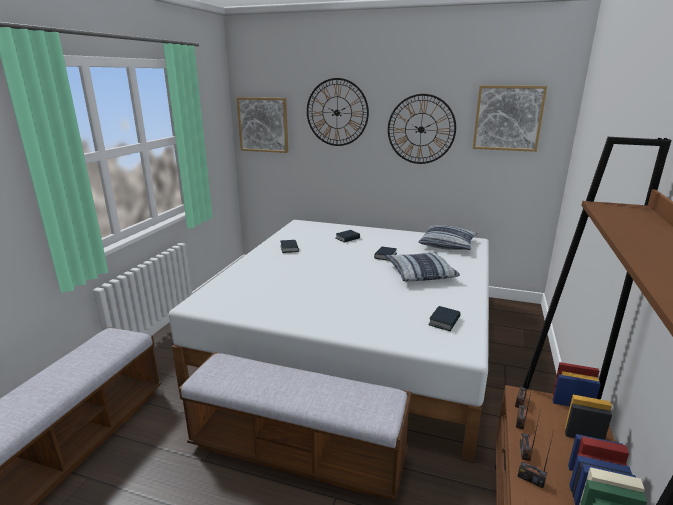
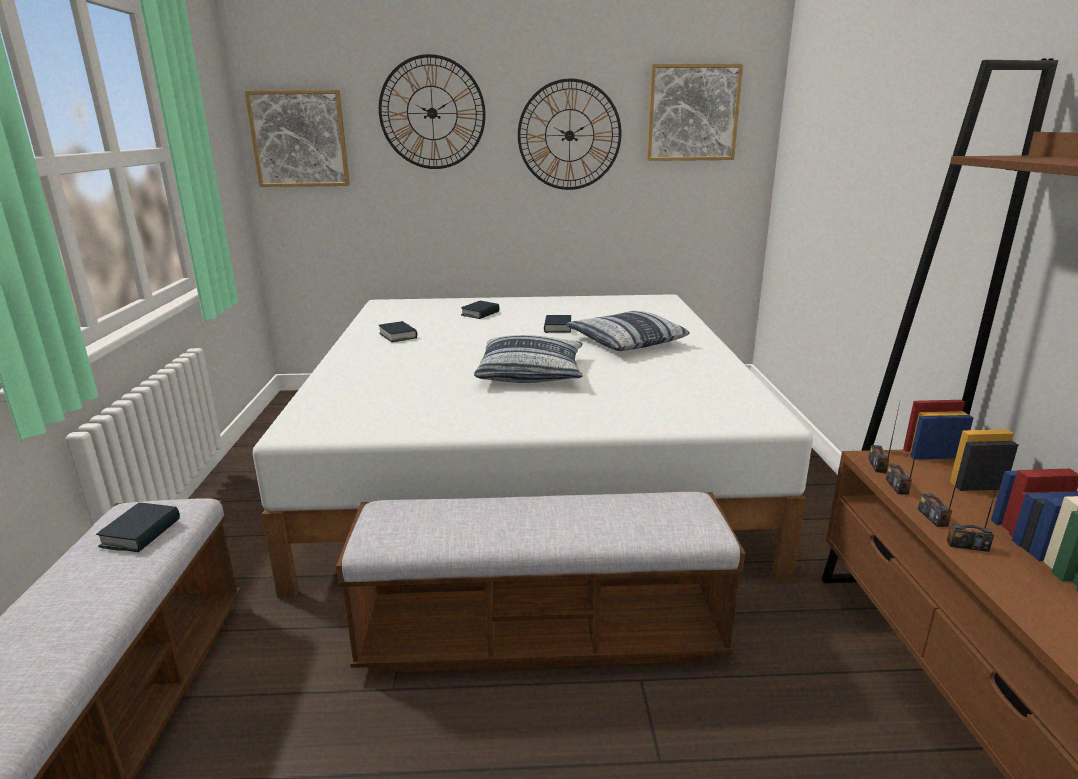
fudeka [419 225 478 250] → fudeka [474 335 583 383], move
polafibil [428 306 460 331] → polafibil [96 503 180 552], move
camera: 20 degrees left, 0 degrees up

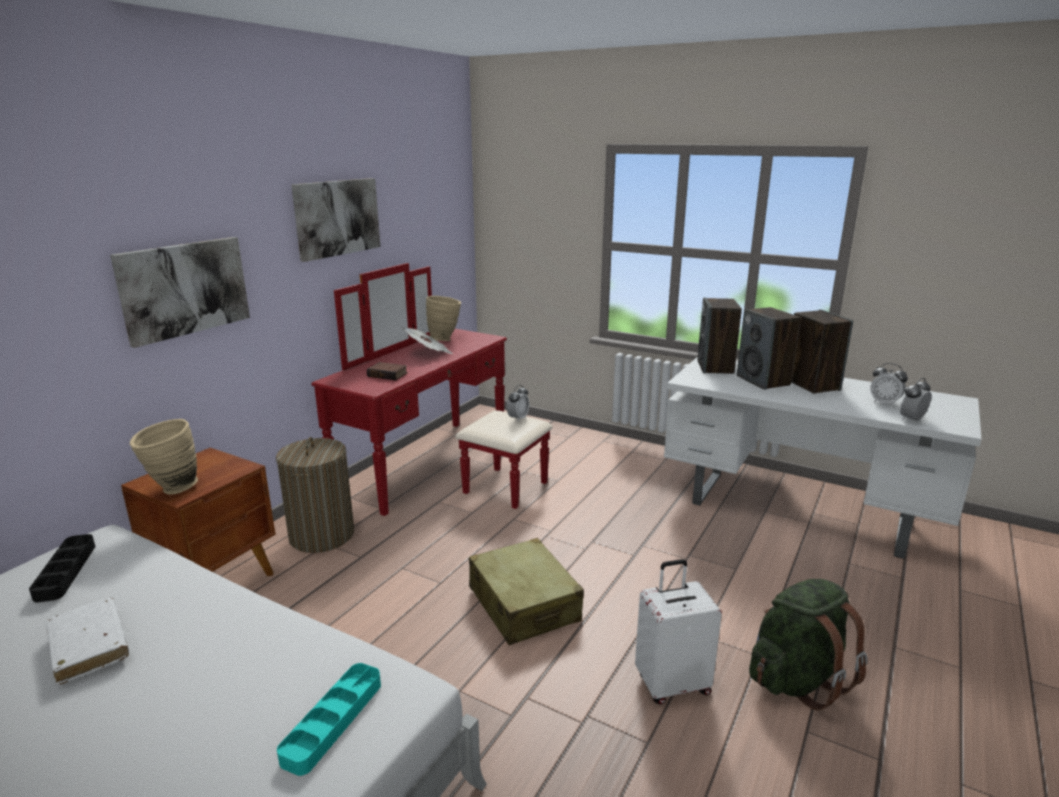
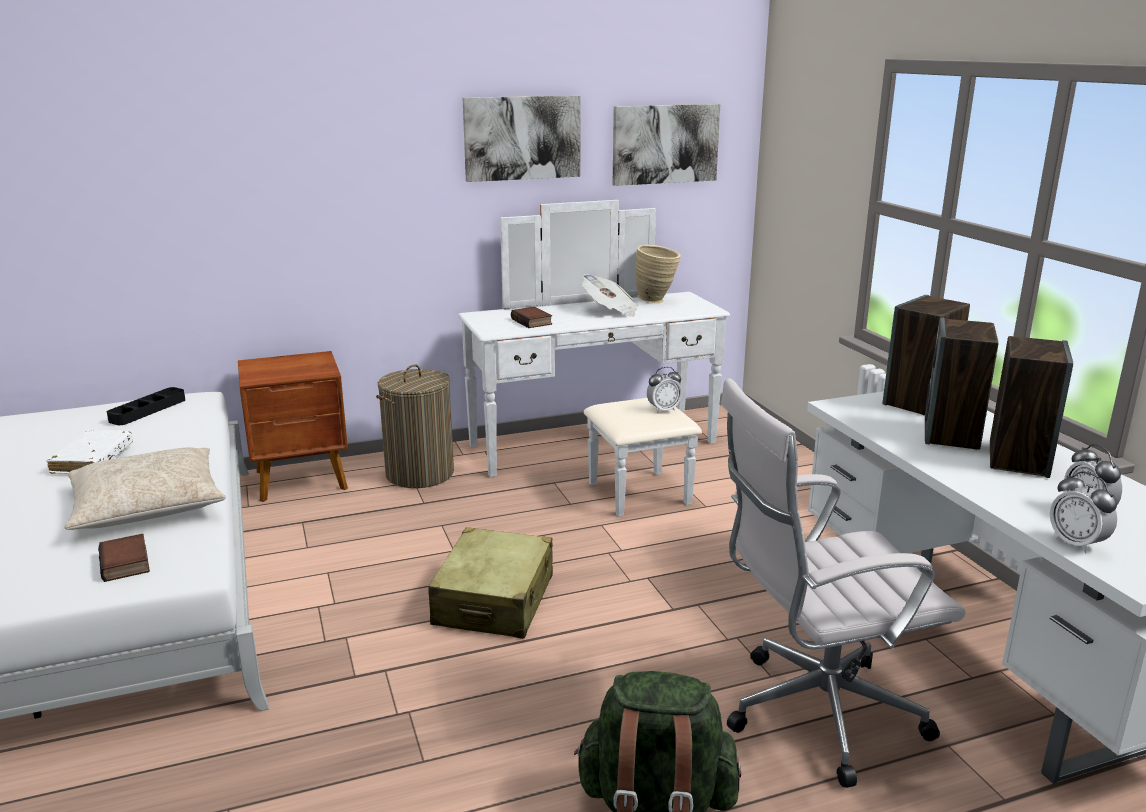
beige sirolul [130 419 198 495] → -
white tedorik [635 559 722 705] → -
- → beige fudeka [64 447 226 530]
- → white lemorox [720 378 965 788]
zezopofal [110 237 250 348] → zezopofal [613 104 721 186], move
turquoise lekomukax [277 663 381 776] → polafibil [98 534 150 582]
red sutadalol [311 263 553 516] → white sutadalol [458 200 730 517]
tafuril [900 378 932 421] → tafuril [1050 471 1117 553], 120 degrees counterclockwise
camera: 40 degrees right, 0 degrees up

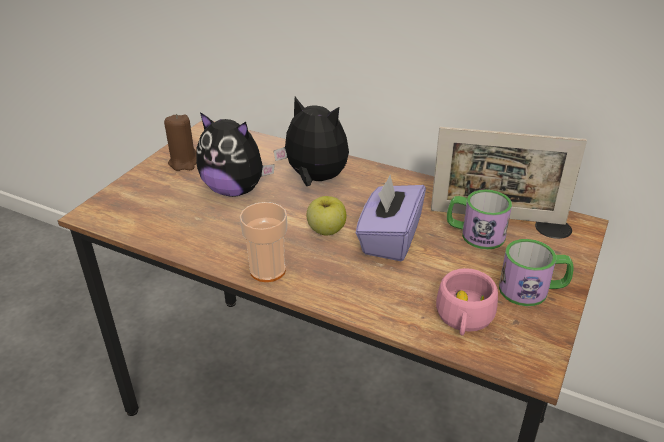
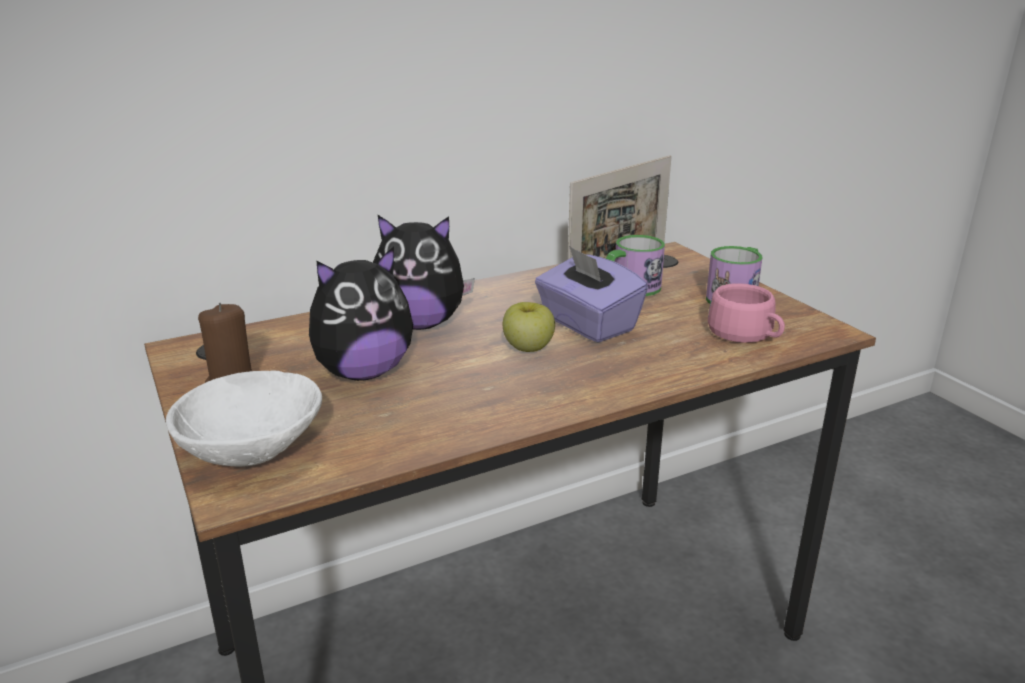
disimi [240 202 287 282] → -
- → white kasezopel [166 371 322 467]
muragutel [274 97 349 186] → muragutel [373 215 475 330], 150 degrees counterclockwise
camera: 55 degrees left, 10 degrees down

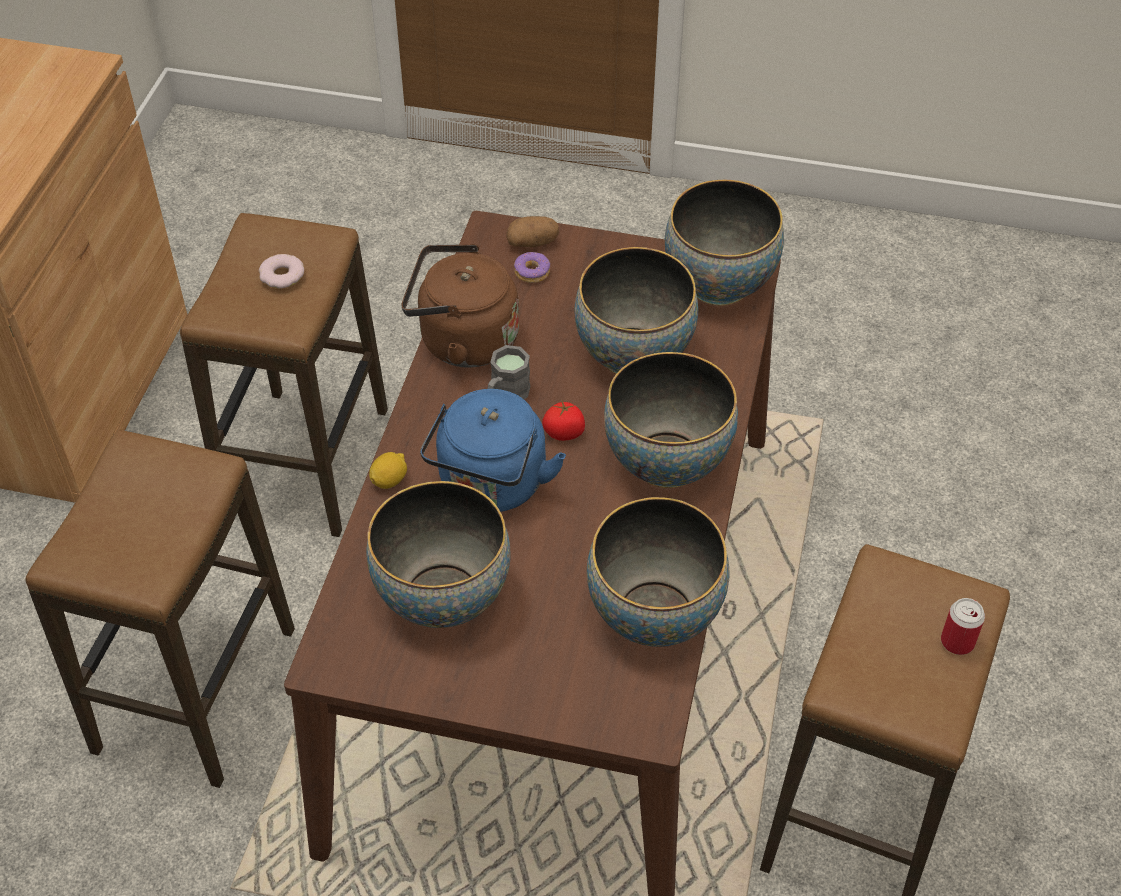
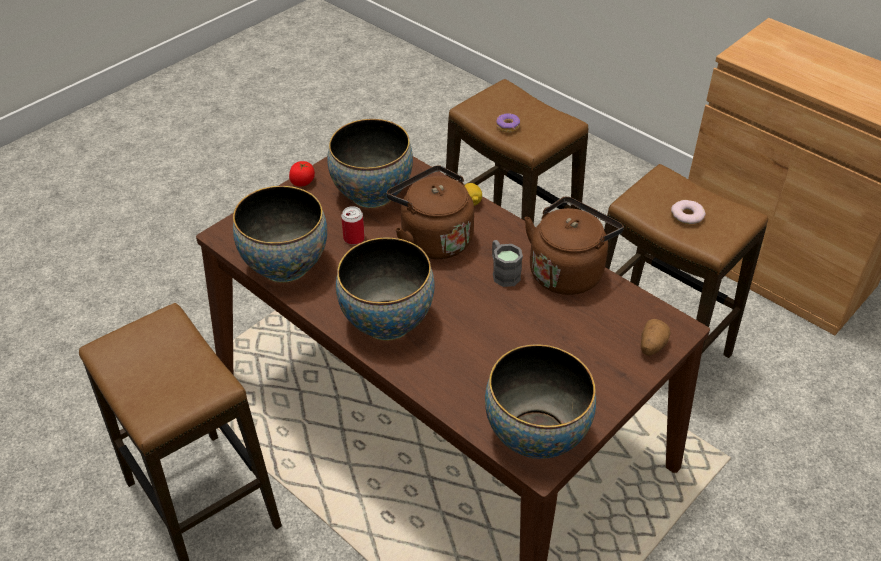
kasezopel [575 247 698 374] → -
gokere [514 252 550 283] → gokere [496 113 520 132], move
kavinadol [542 400 585 441] → kavinadol [289 161 315 186], move
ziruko [941 598 985 655] → ziruko [341 206 365 245], move
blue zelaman [420 389 566 512] → brown zelaman [387 165 474 259]
camera: 120 degrees right, 5 degrees down

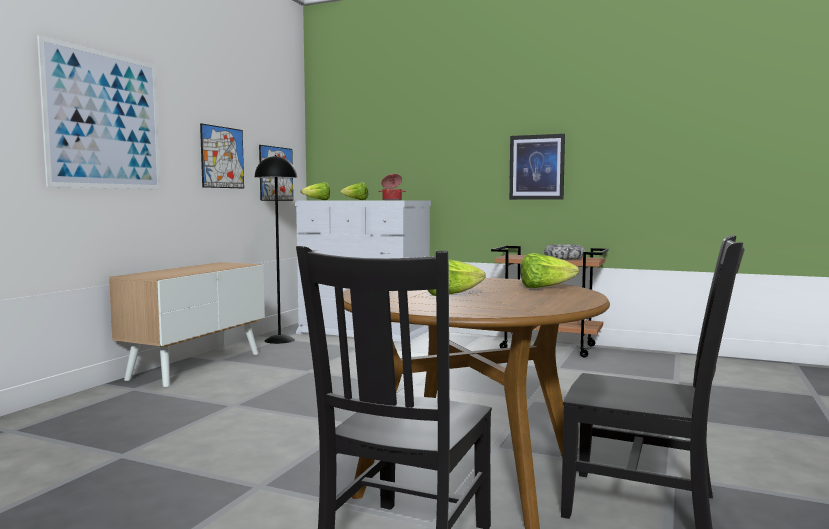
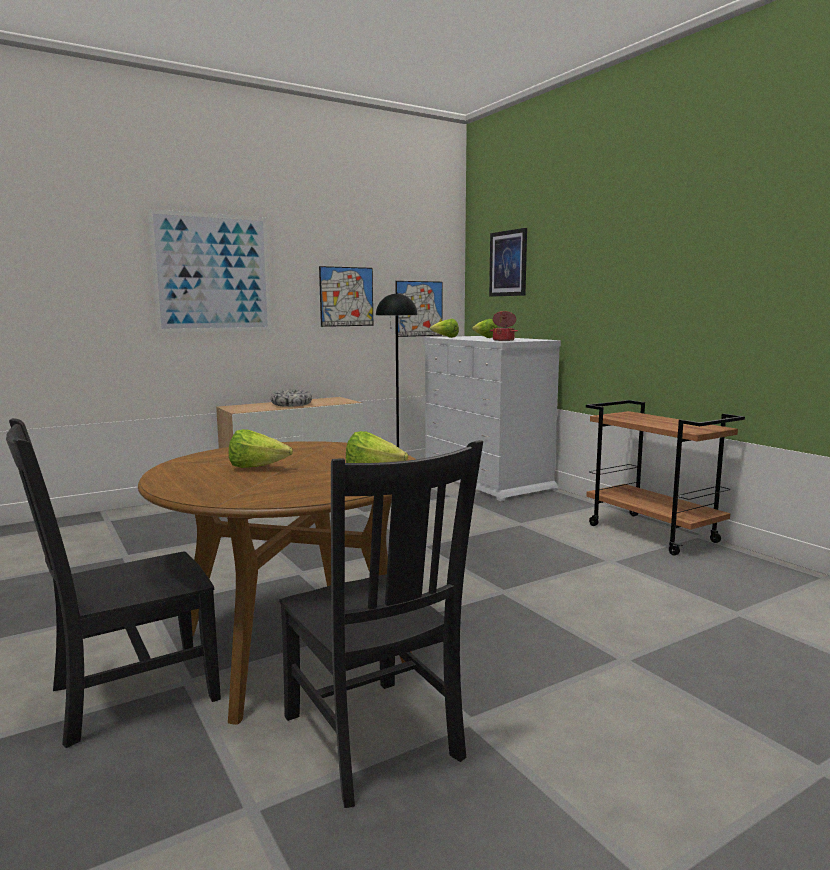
zezopofal [509 134 565 200] → zezopofal [489 228 527 297], move
kasezopel [544 244 585 259] → kasezopel [271 390 312 407], move
camera: 35 degrees right, 5 degrees up

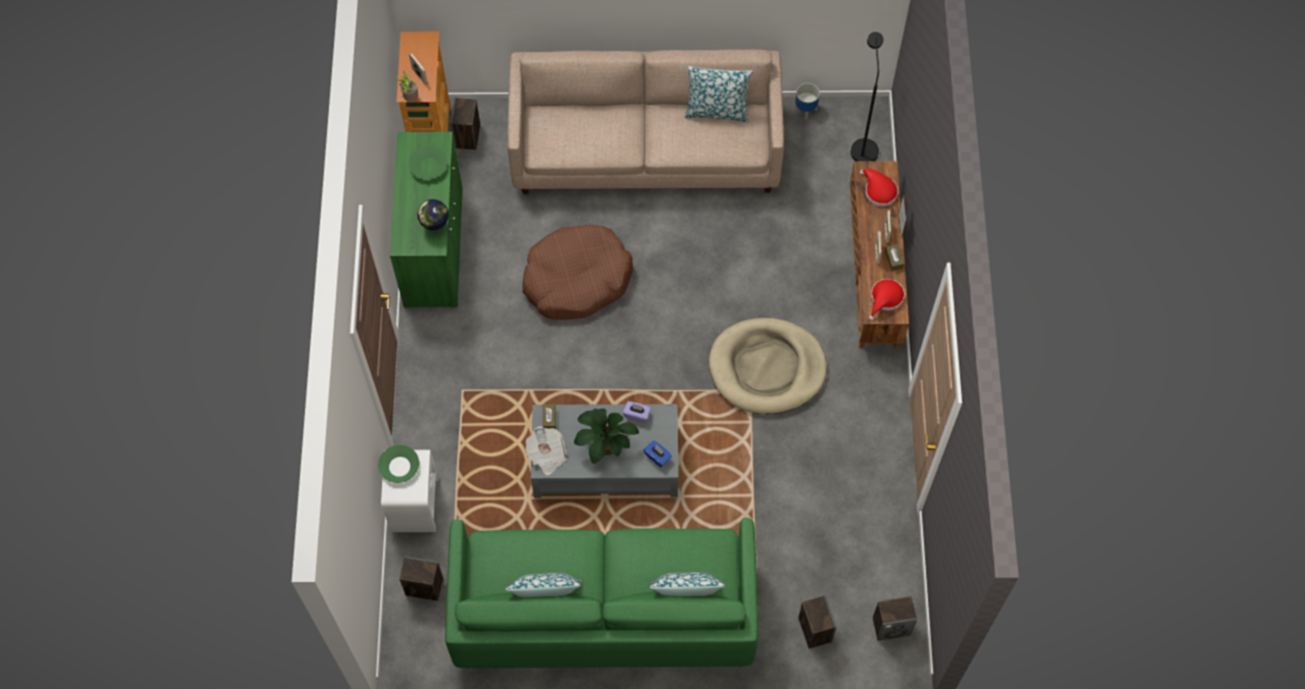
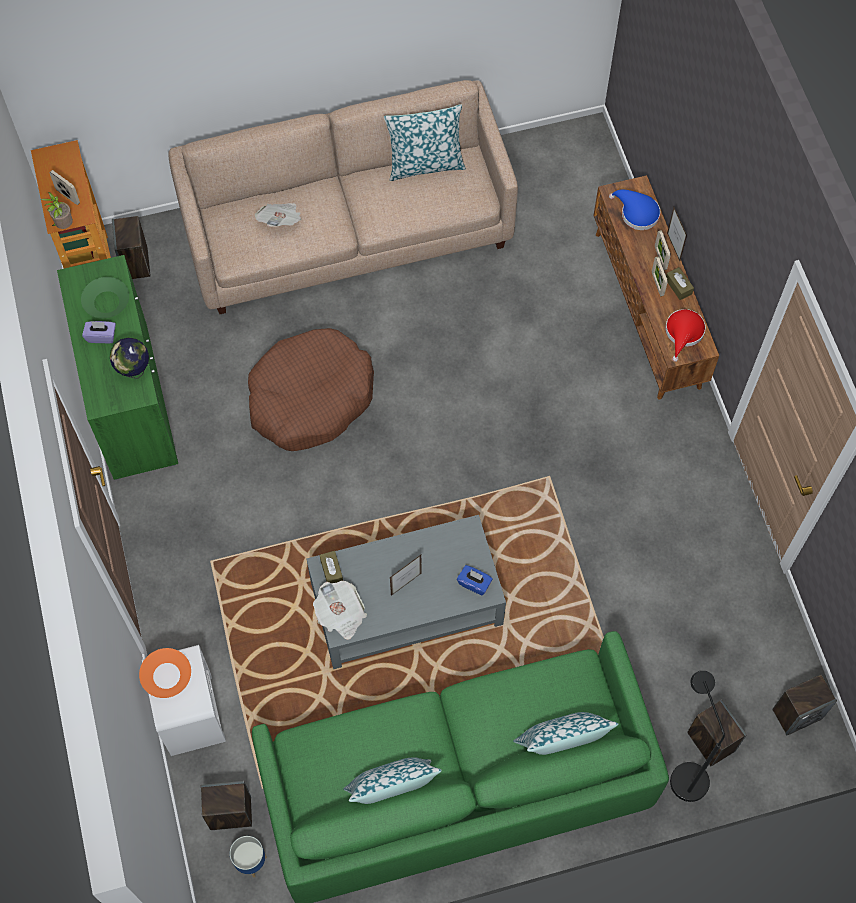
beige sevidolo [709 318 827 414] → -
- → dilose [255 203 302 227]
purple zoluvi [623 401 651 423] → purple zoluvi [82 321 116 343], move
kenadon [794 83 820 119] → kenadon [230 836 267 878], move
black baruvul [851 32 883 161] → black baruvul [670 671 725 802], move
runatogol [574 408 639 464] → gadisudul [390 555 422 596]
green kasezopel [378 445 419 483] → orange kasezopel [139 648 191 698]
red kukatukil [860 168 898 207] → blue kukatukil [609 190 661 230]
camera: 15 degrees left, 0 degrees up

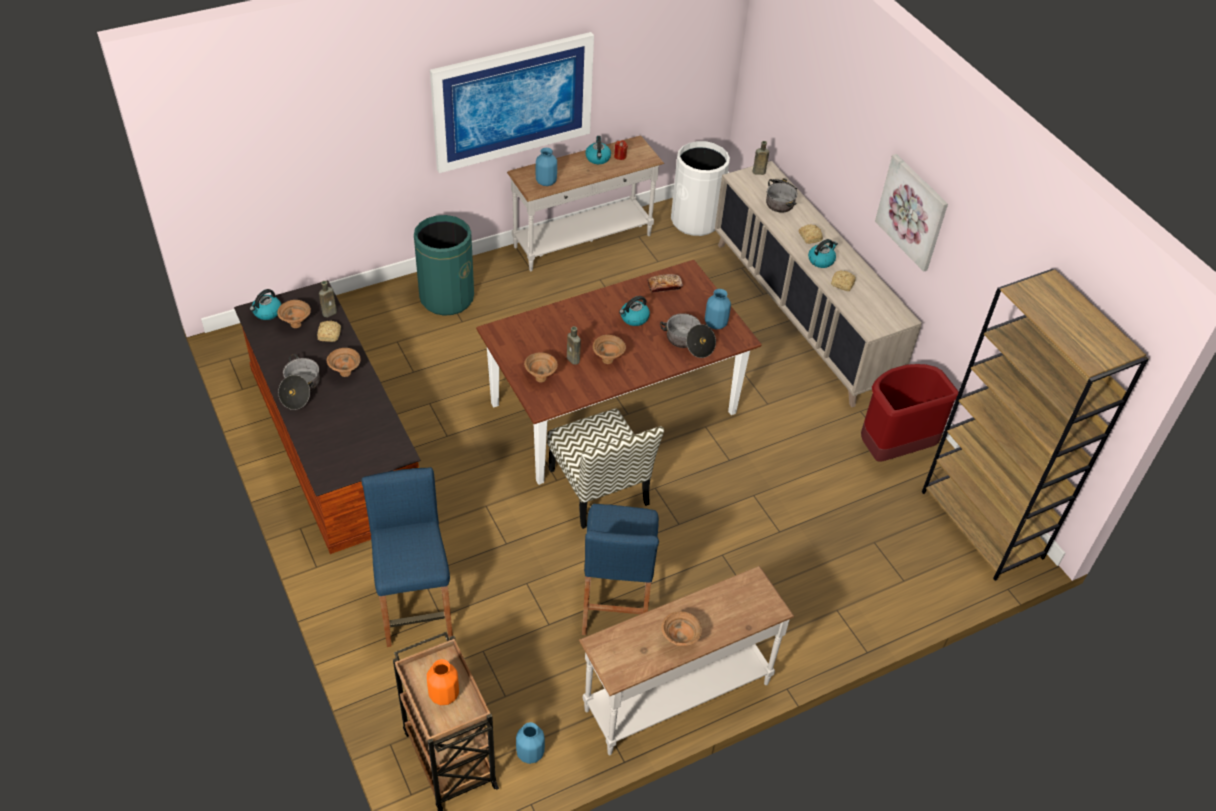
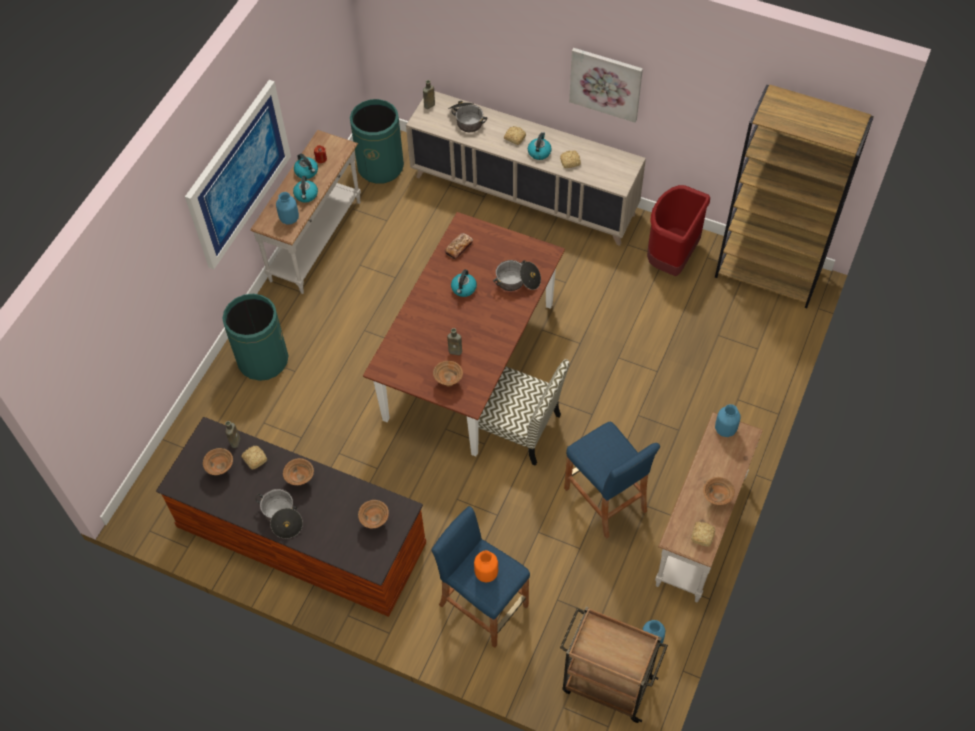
- → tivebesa [691 522 715 546]
zelaman [250 289 281 320] → zelaman [293 176 318 203], move
orange sirolul [427 659 459 705] → orange sirolul [474 550 498 583], move
brown kasezopel [593 335 626 364] → brown kasezopel [358 500 389 528], move
blue sirolul [705 289 731 329] → blue sirolul [715 404 741 437], move
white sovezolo [671 141 730 236] → green sovezolo [350 99 404 184]
camera: 35 degrees left, 10 degrees up

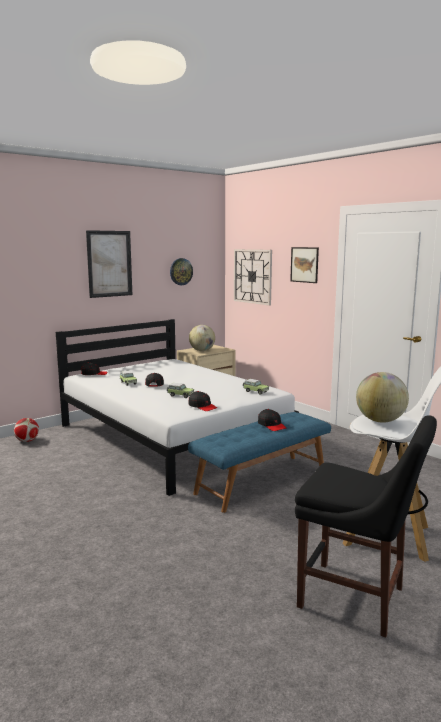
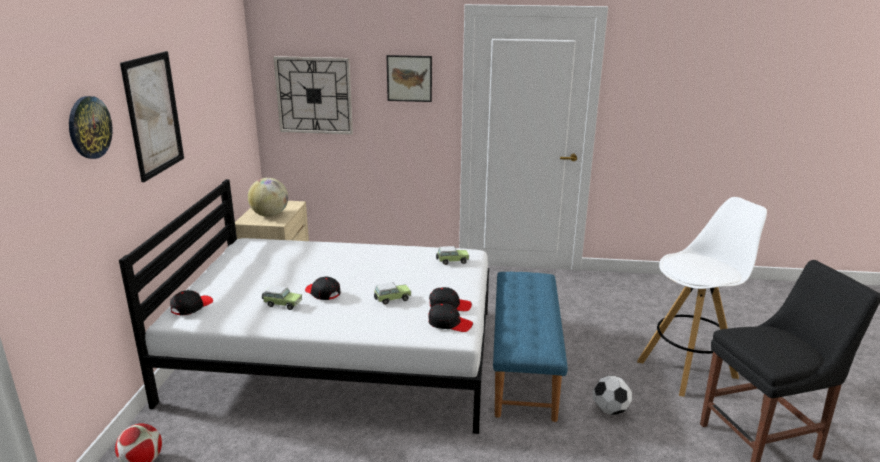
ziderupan [356 372 409 423] → -
- → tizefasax [593 376 632 415]
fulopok [170 258 193 285] → fulopok [69 96 112 159], move
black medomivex [258 409 287 431] → black medomivex [428 303 473 332], move
camera: 45 degrees left, 10 degrees up

